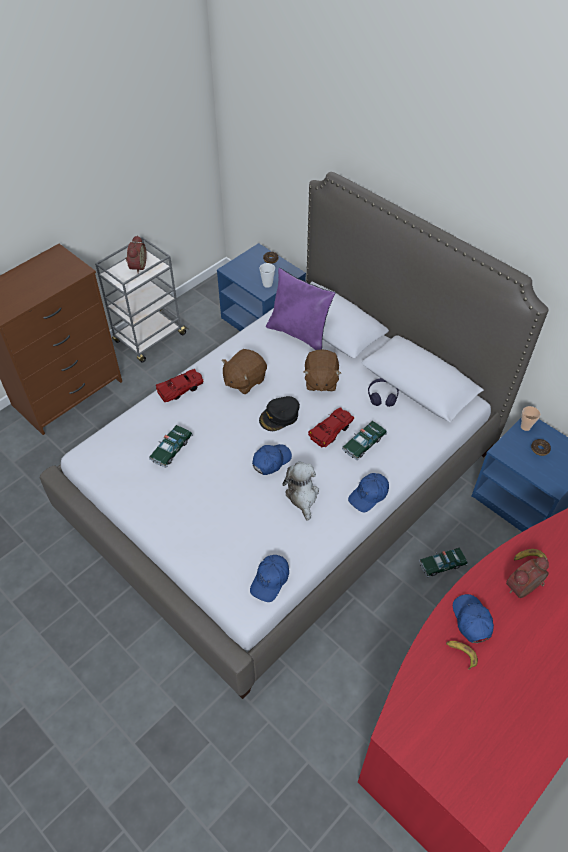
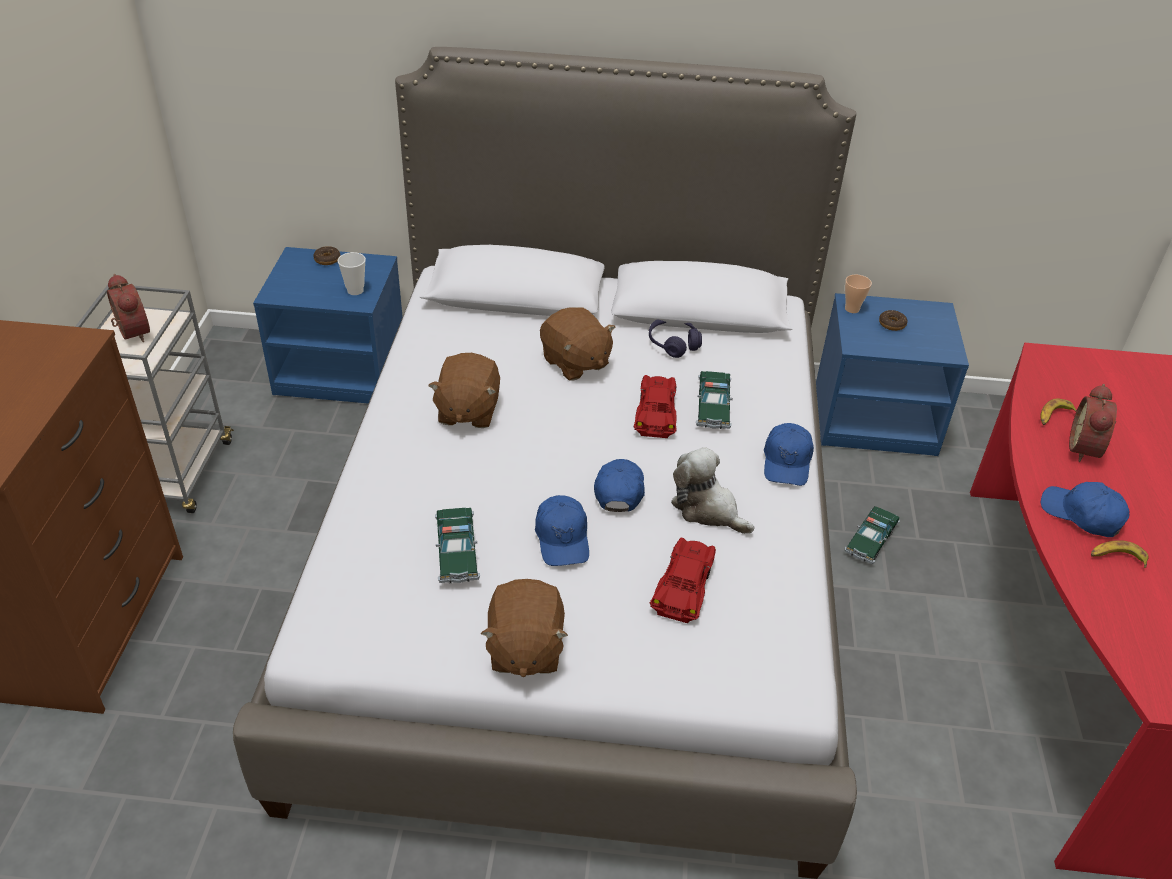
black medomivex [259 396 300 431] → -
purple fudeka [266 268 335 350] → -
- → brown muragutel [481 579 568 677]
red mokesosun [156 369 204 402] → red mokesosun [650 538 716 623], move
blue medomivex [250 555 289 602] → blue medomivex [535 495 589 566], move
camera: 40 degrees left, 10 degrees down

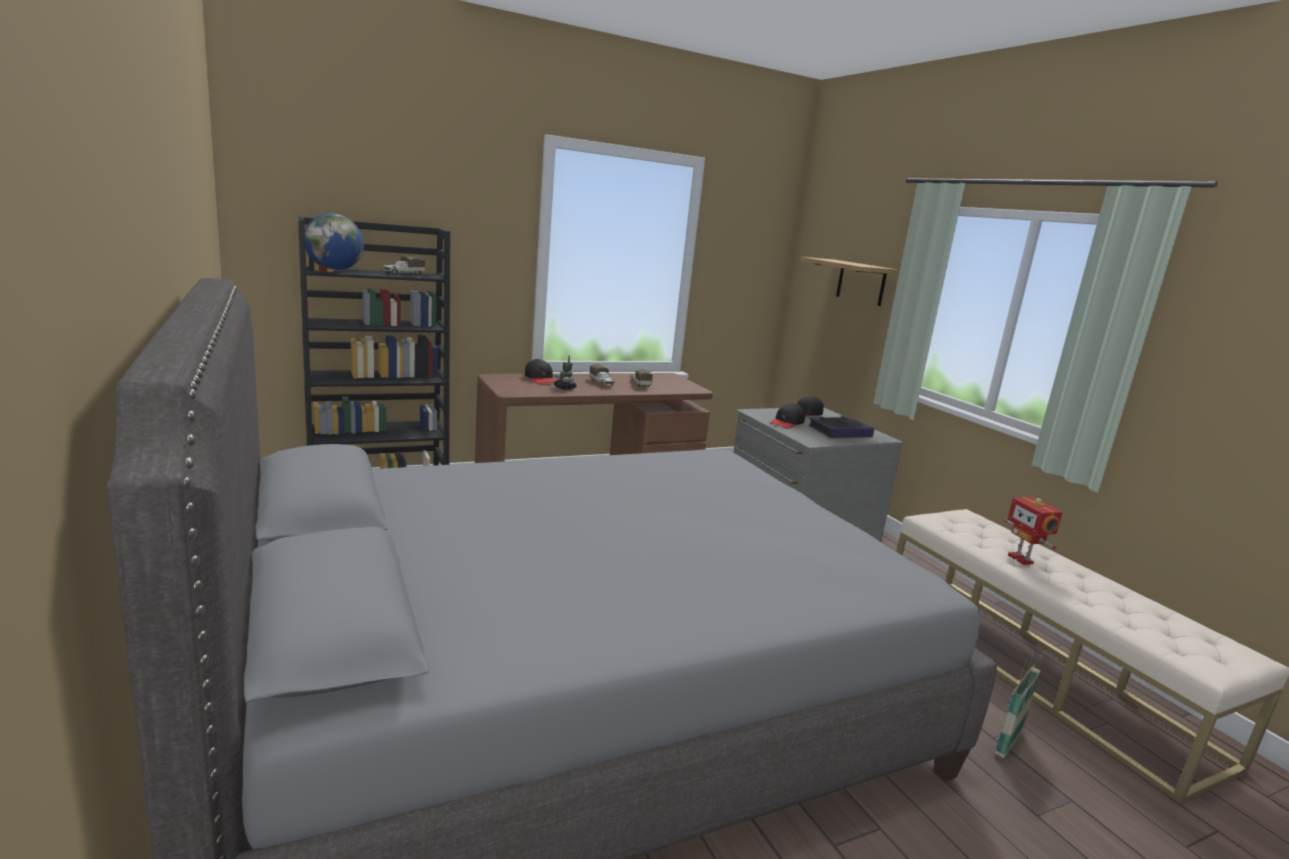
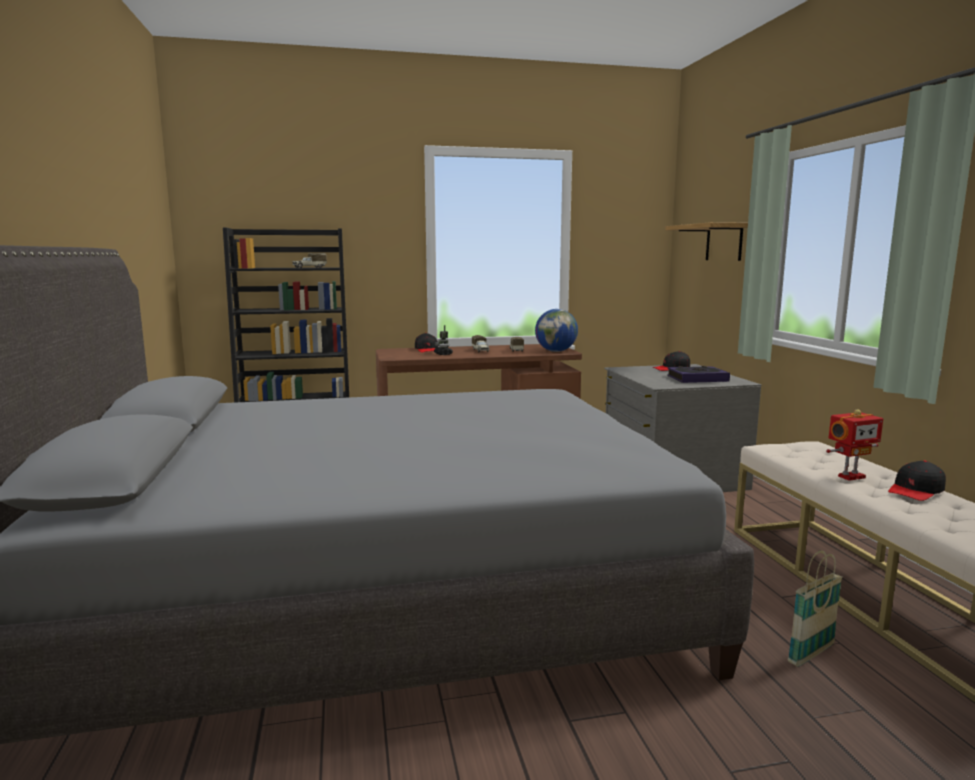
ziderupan [305 213 364 271] → ziderupan [535 309 578 352], move
black medomivex [770 403 805 429] → black medomivex [888 460 946 501], move
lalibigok [1005 497 1063 565] → lalibigok [826 409 883 481], 105 degrees counterclockwise
camera: 15 degrees right, 5 degrees down

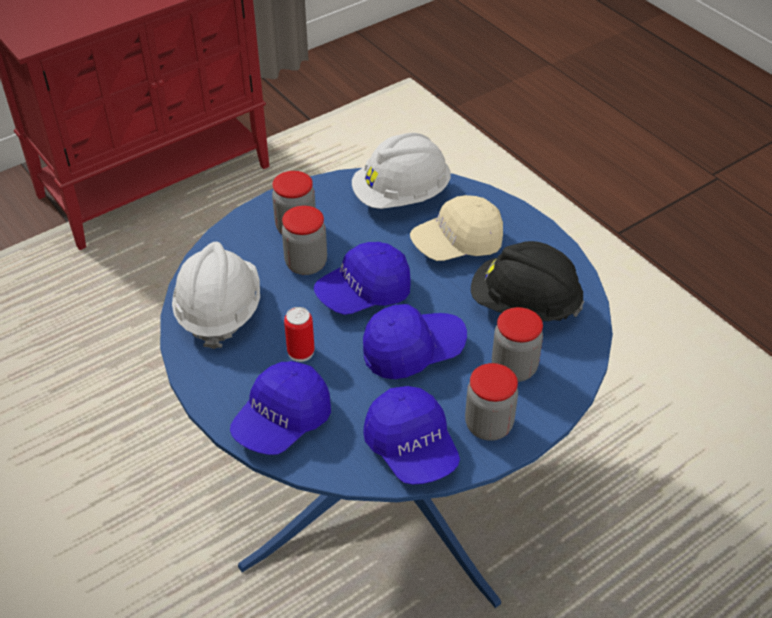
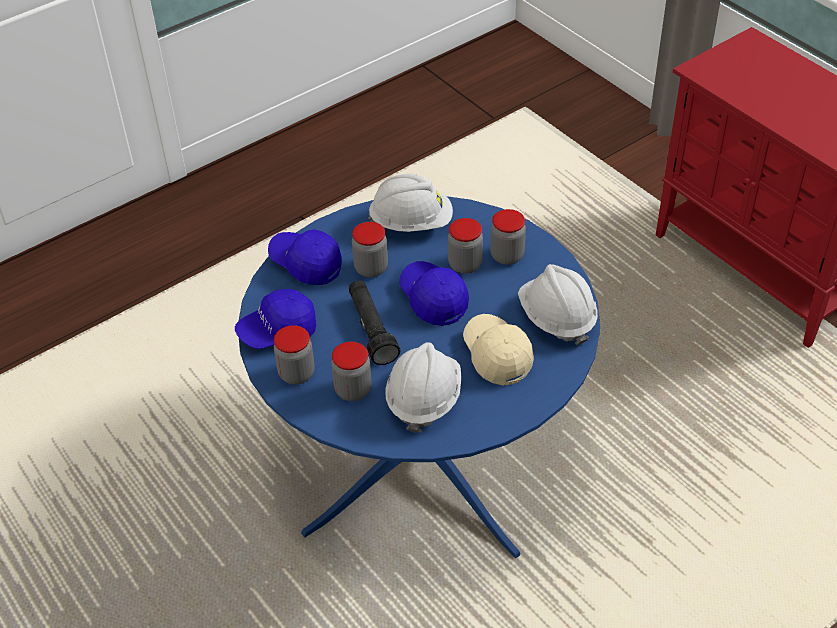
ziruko [284 307 315 362] → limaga [352 222 388 277]
blue medomivex [363 304 467 379] → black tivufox [349 281 400 365]
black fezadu [471 241 584 321] → white fezadu [385 342 462 433]
camera: 90 degrees right, 0 degrees up

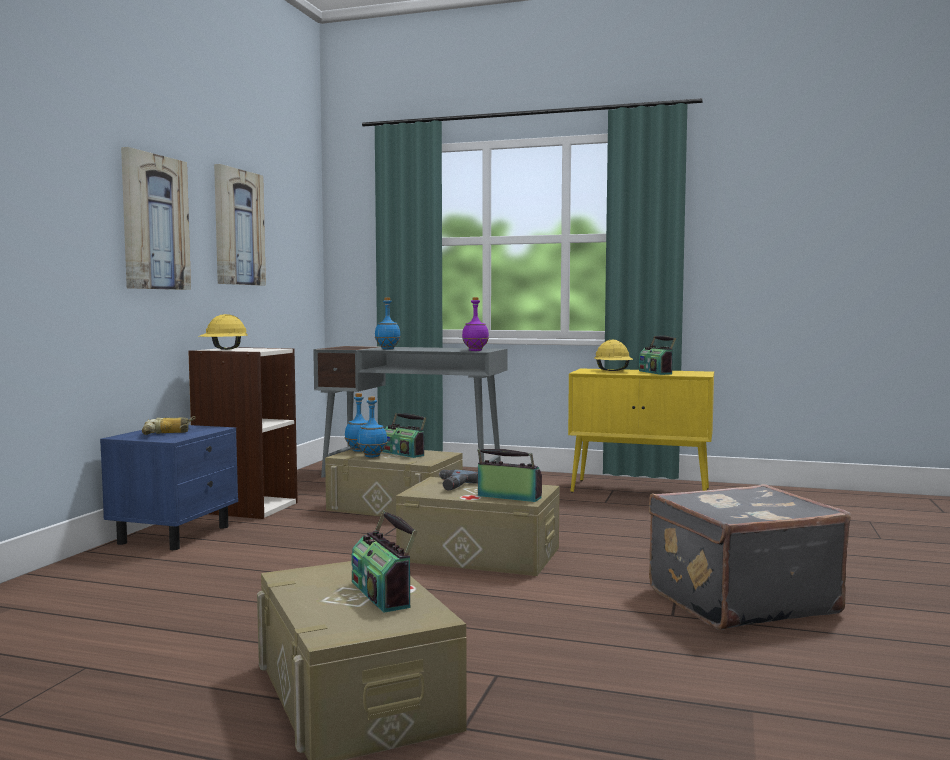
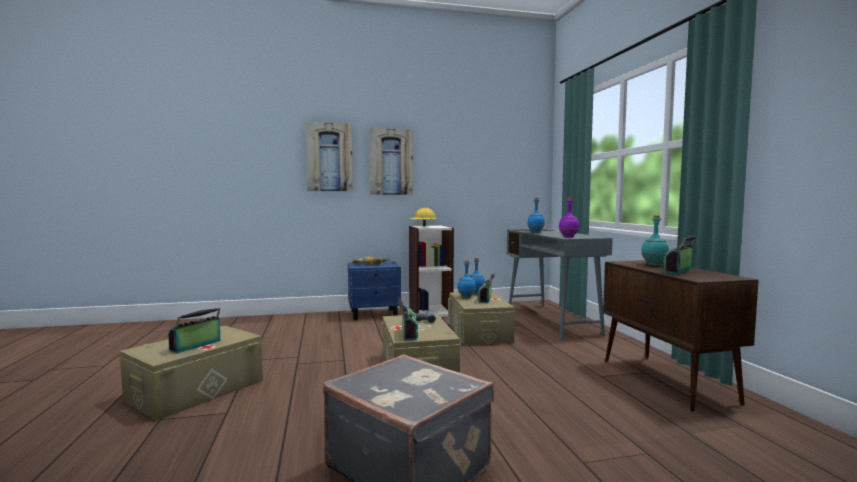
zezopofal [214 164 266 285] → zezopofal [306 122 353 191], move
yellow fezadu [594 339 633 371] → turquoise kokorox [641 215 669 266]
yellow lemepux [568 368 714 493] → brown lemepux [603 260 759 412]
camera: 60 degrees right, 0 degrees up

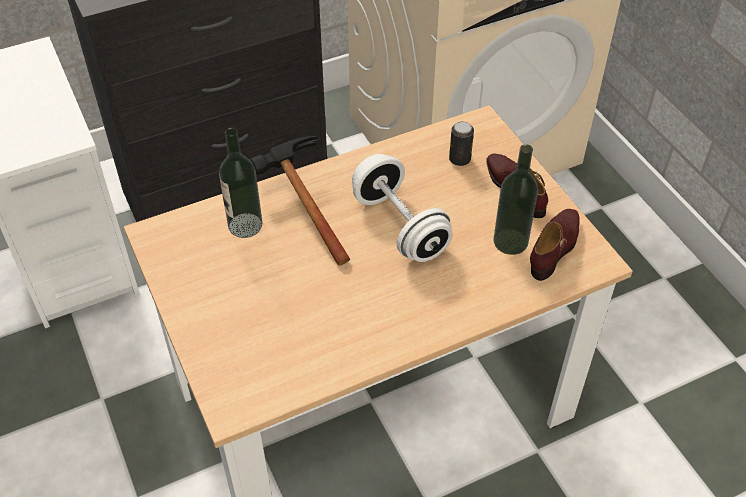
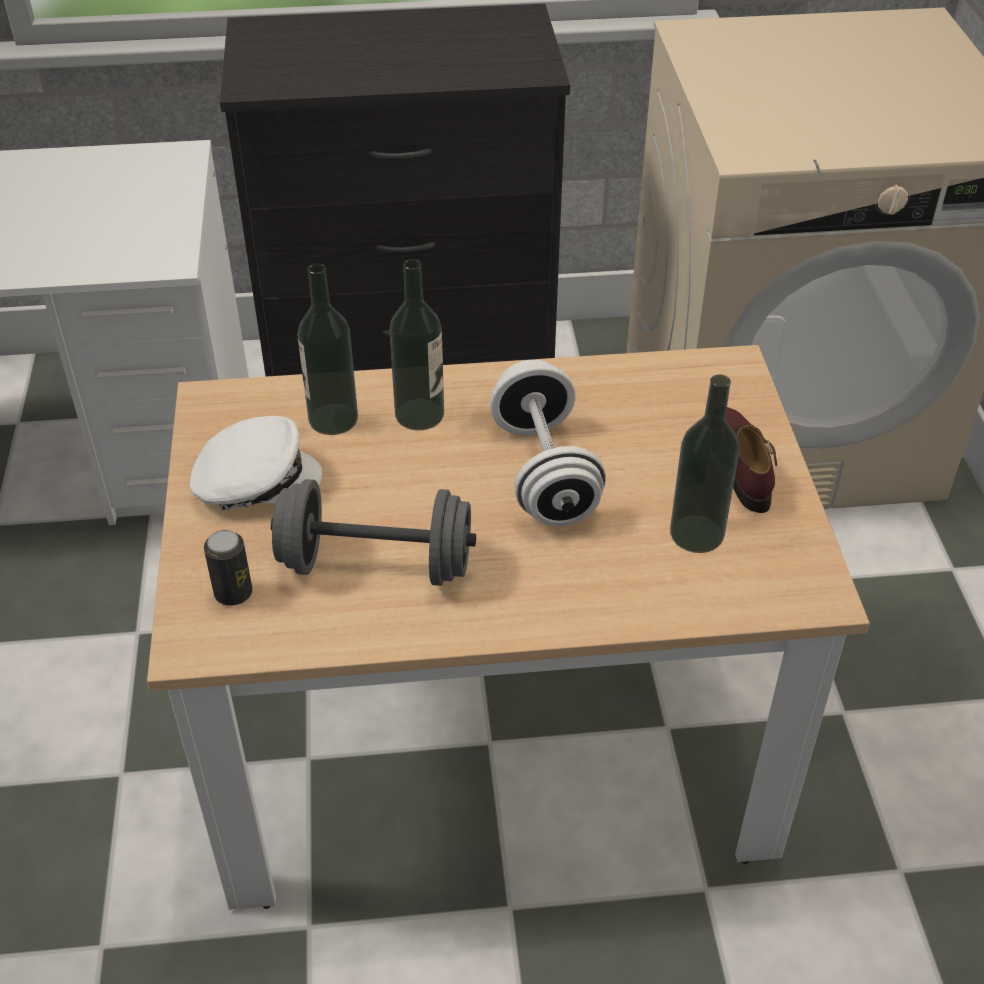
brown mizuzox [530 209 580 281] → -
- → white medomivex [190 416 322 510]
- → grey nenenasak [271 479 476 586]
ziruko [449 121 474 166] → ziruko [204 530 253 606], move
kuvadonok [250 136 350 266] → kokorox [389 259 444 430]
camera: 20 degrees right, 5 degrees down

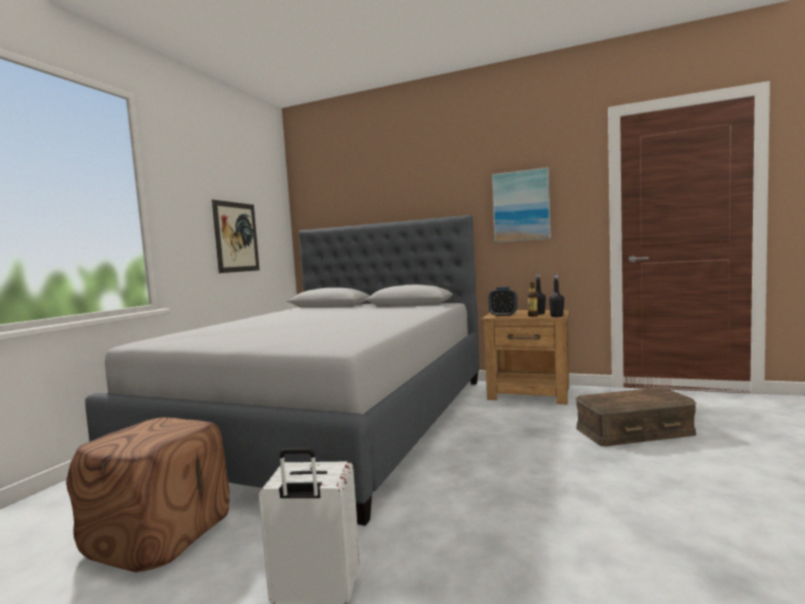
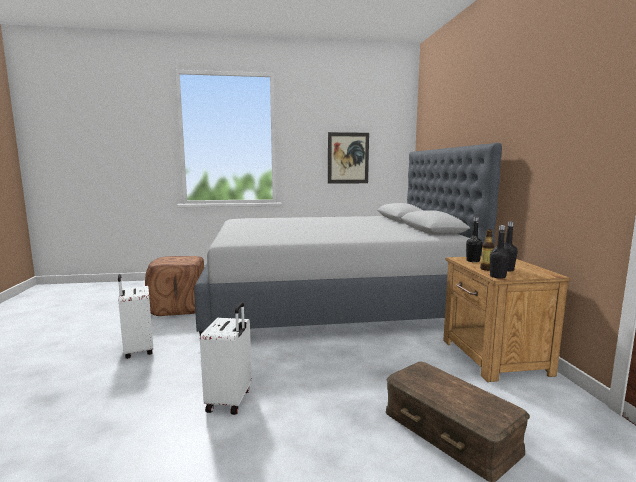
zezopofal [492 167 551 243] → -
- → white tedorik [200 302 252 415]
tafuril [488 287 518 316] → black kokorox [466 217 483 262]
camera: 60 degrees right, 5 degrees up

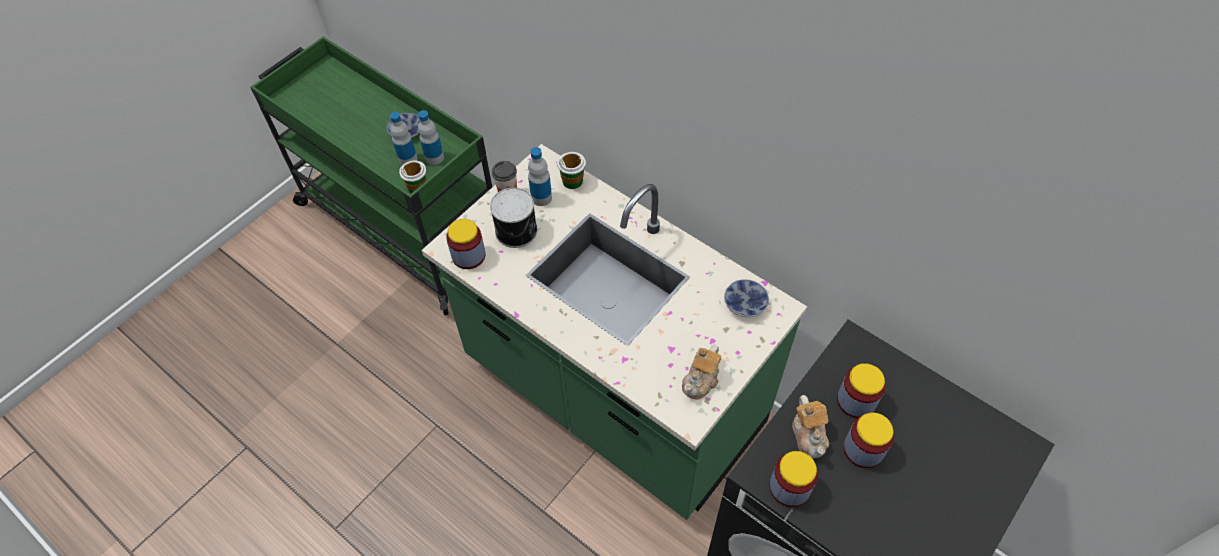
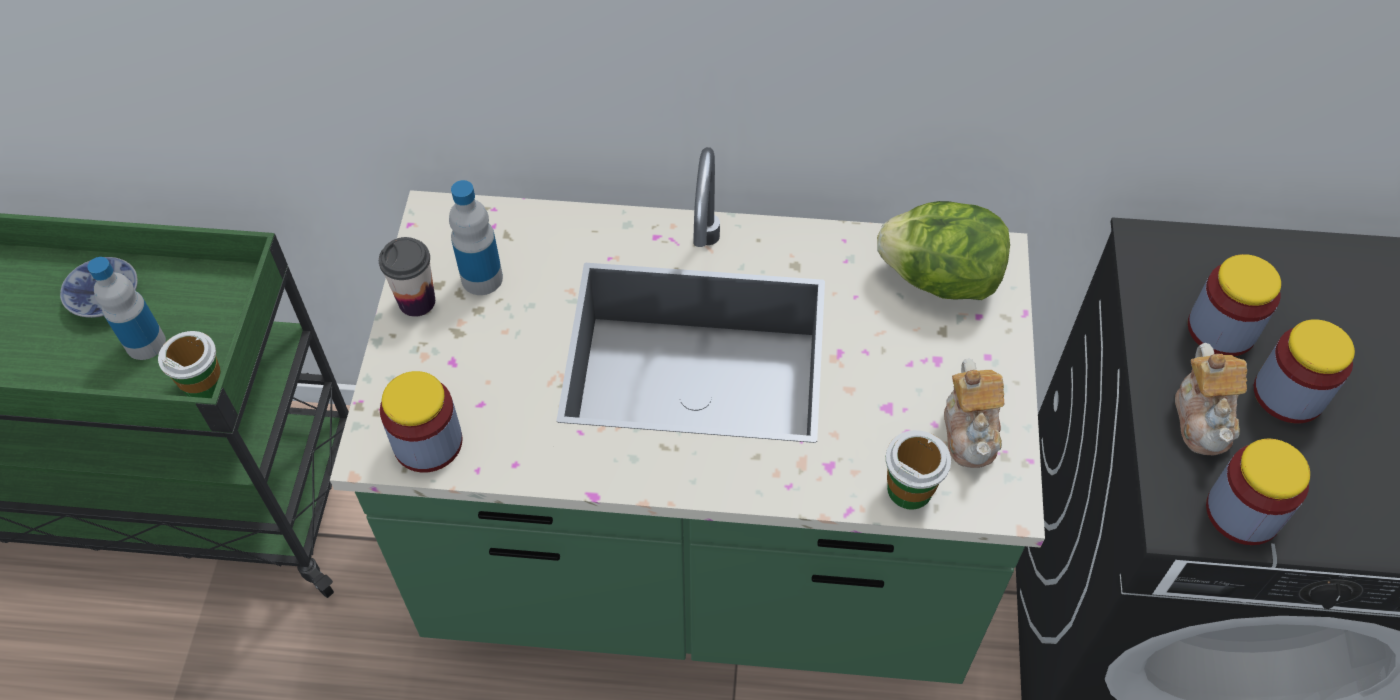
kokorox [418 110 444 165] → -
ziruko [490 188 537 248] → -
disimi [557 152 586 189] → disimi [886 430 951 510], move
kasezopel [724 279 769 317] → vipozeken [877 201 1010 300]
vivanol [792 395 829 458] → vivanol [1175 343 1247 455], 45 degrees clockwise
camera: 35 degrees left, 0 degrees up

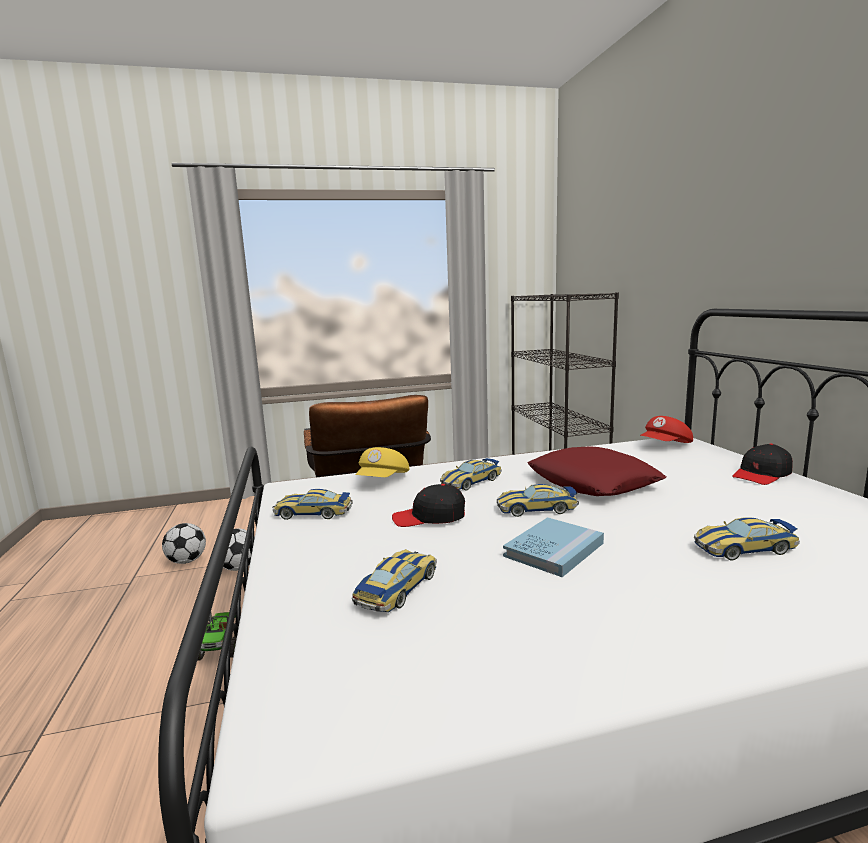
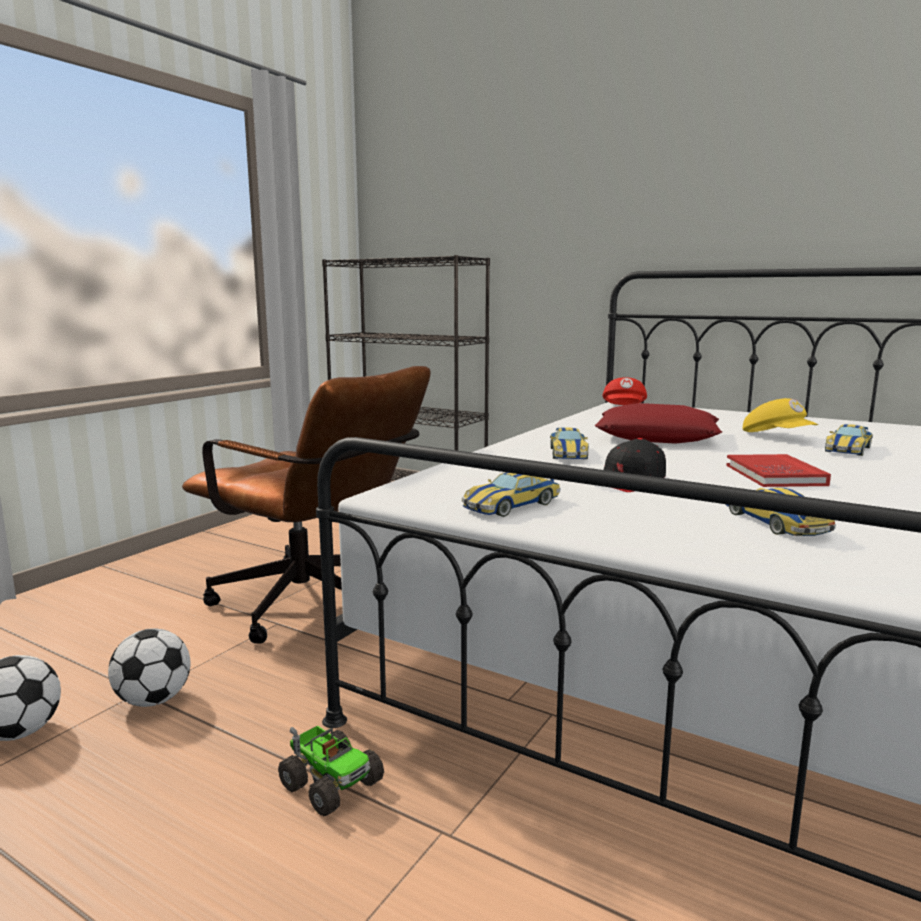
mokesosun [497 484 579 517] → -
black medomivex [732 443 793 485] → -
yellow medomivex [356 447 410 477] → yellow medomivex [743 398 818 432], move
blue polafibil [503 517 604 577] → red polafibil [726 454 831 487]
camera: 45 degrees left, 0 degrees up

